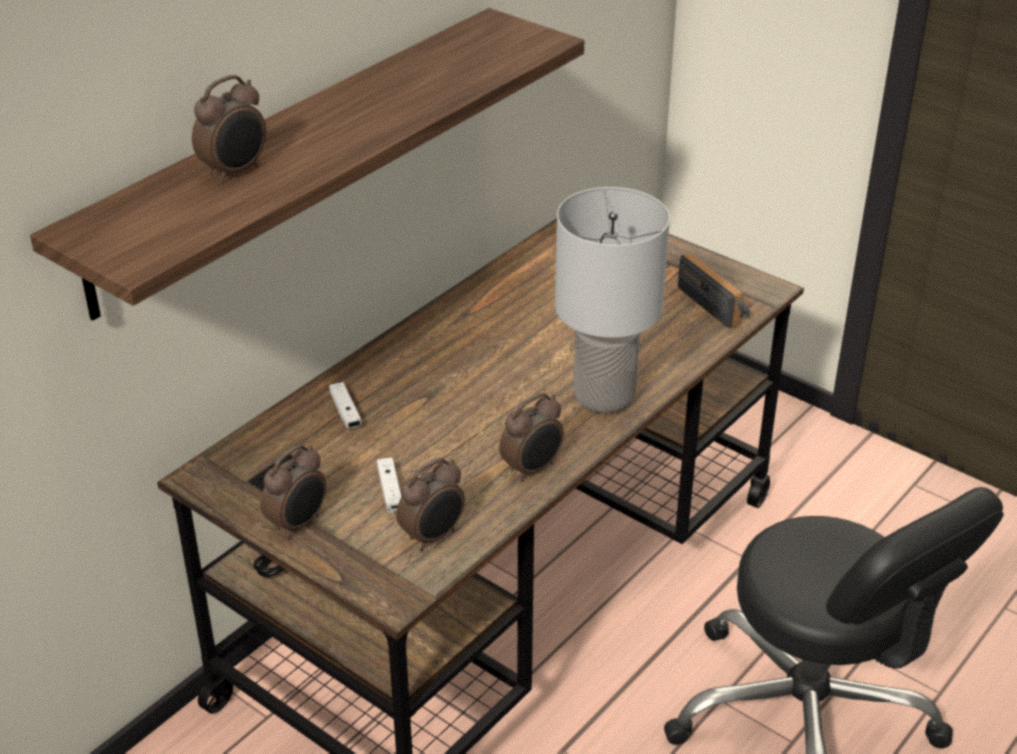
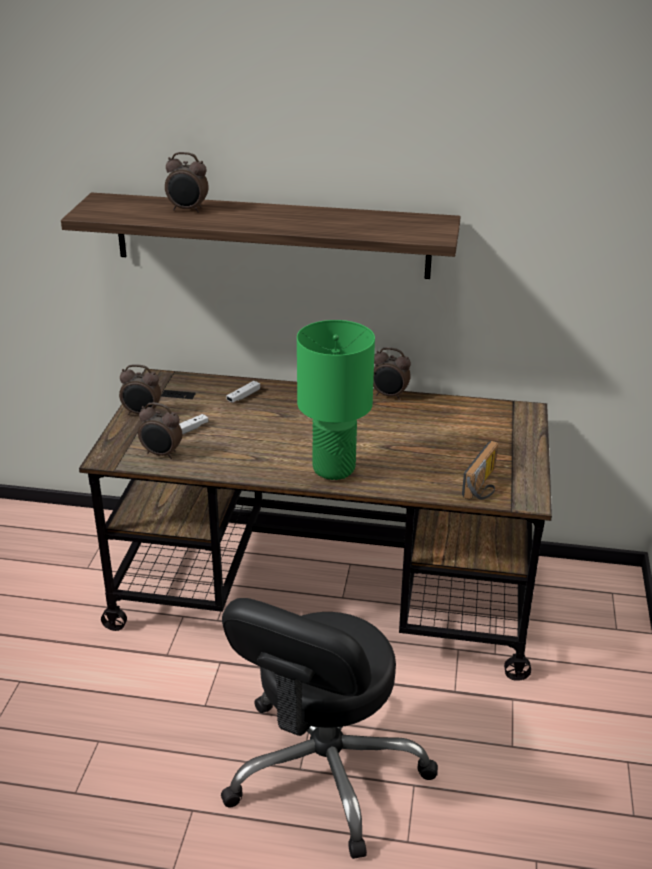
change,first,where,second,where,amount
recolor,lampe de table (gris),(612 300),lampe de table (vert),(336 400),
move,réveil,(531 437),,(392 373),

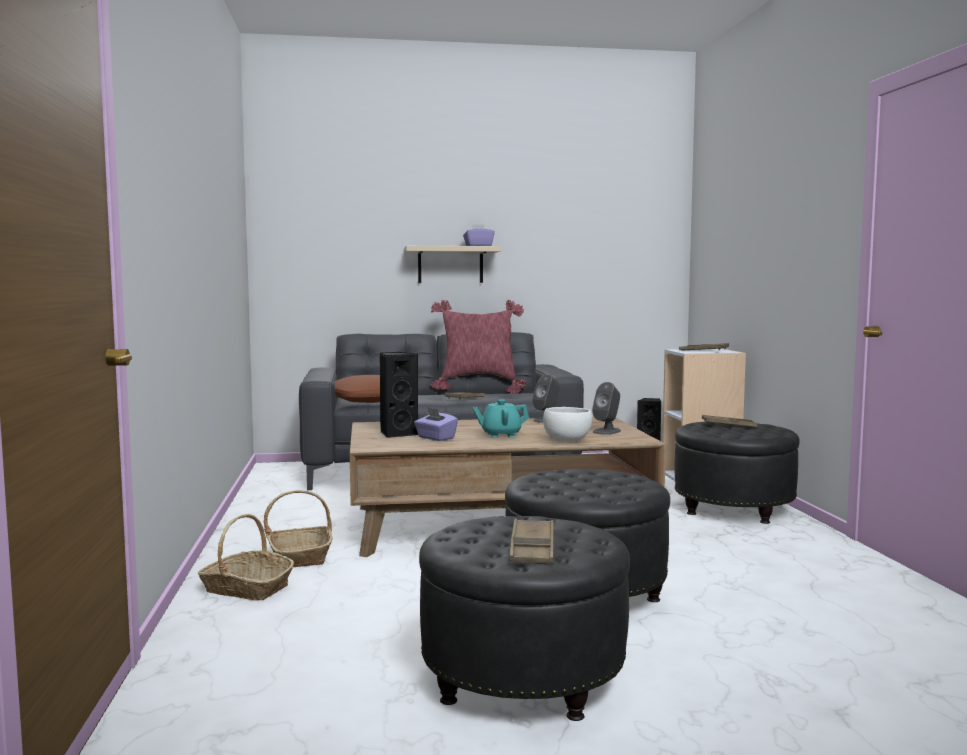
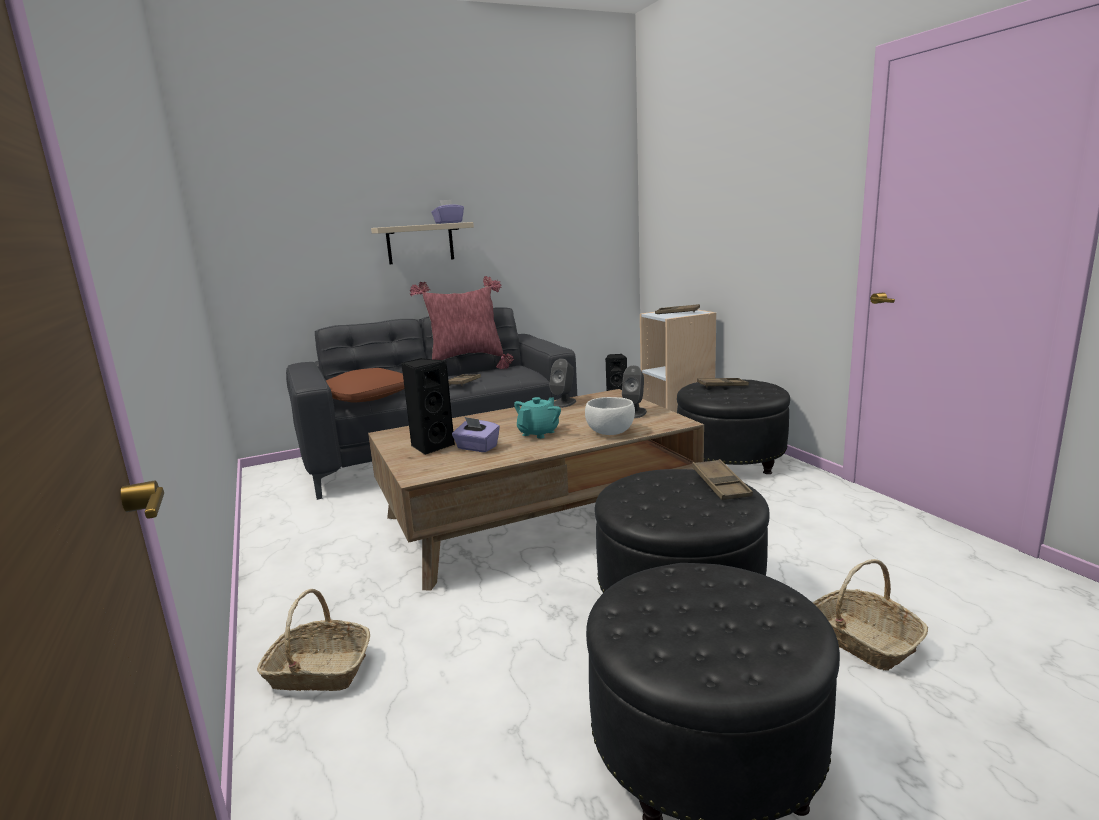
change,first,where,second,where,amount
rotate,théière (turquoise),(500 418),,(537 418),150 degrees clockwise
move,panier,(298 528),,(870 615),
move,plateau (marron),(531 541),,(722 479),

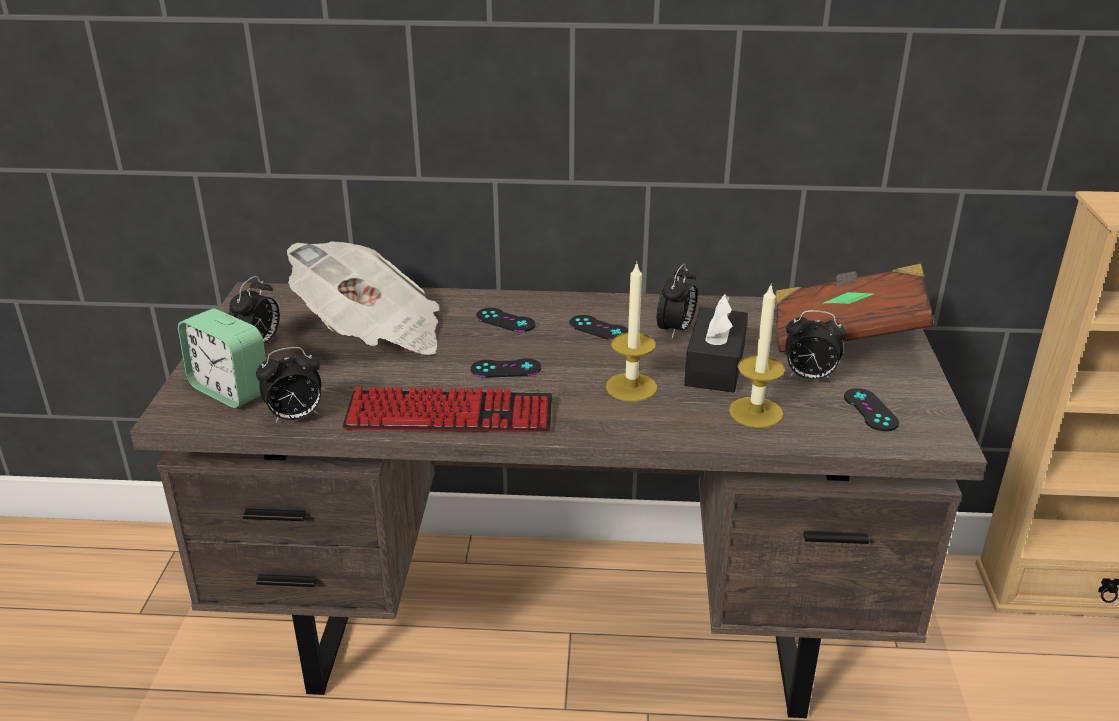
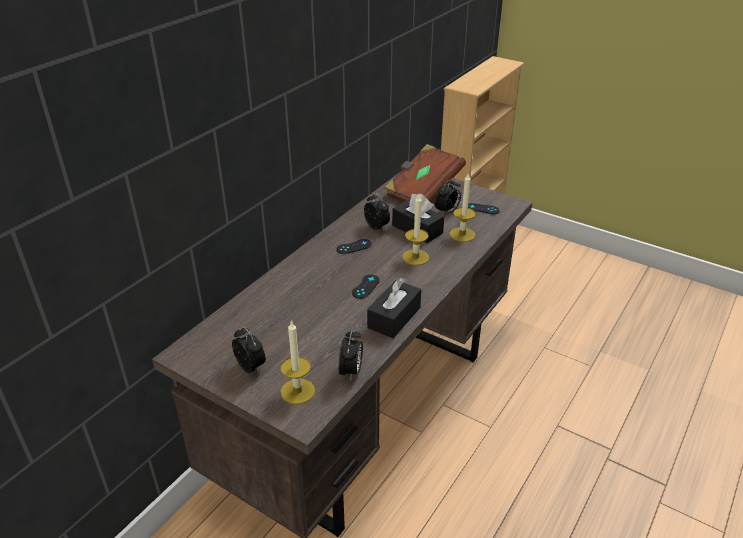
change,first,where,second,where,amount
delete,journal,(363 298),,,
delete,manette (noir),(505 320),,,
replace,réveil,(222 358),bougie,(297 362),
replace,clavier,(447 409),boîte à mouchoirs (noir),(394 308),

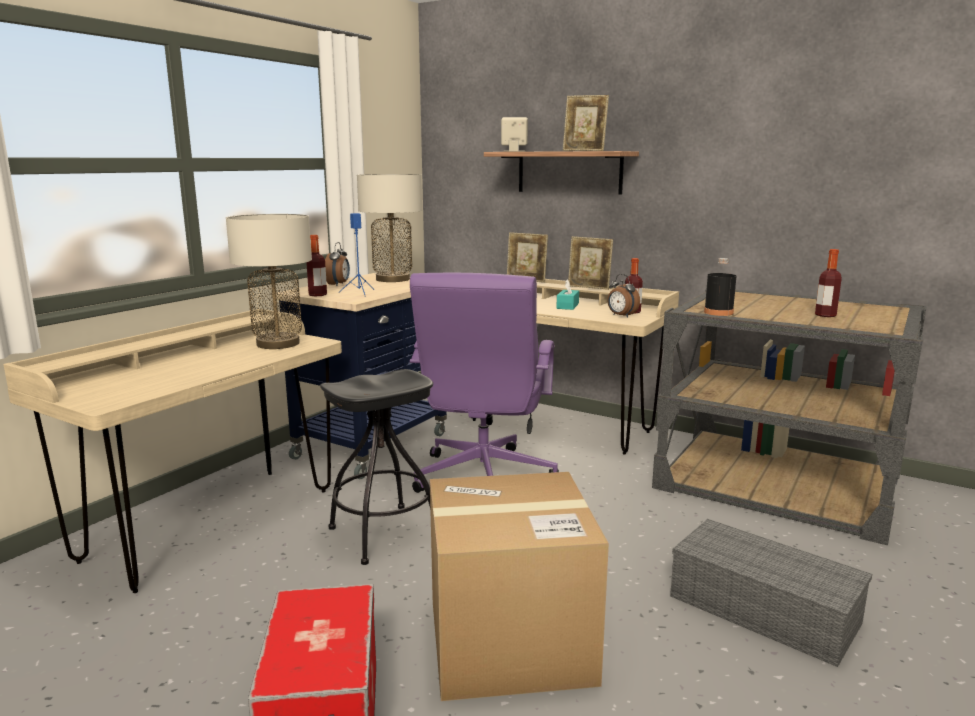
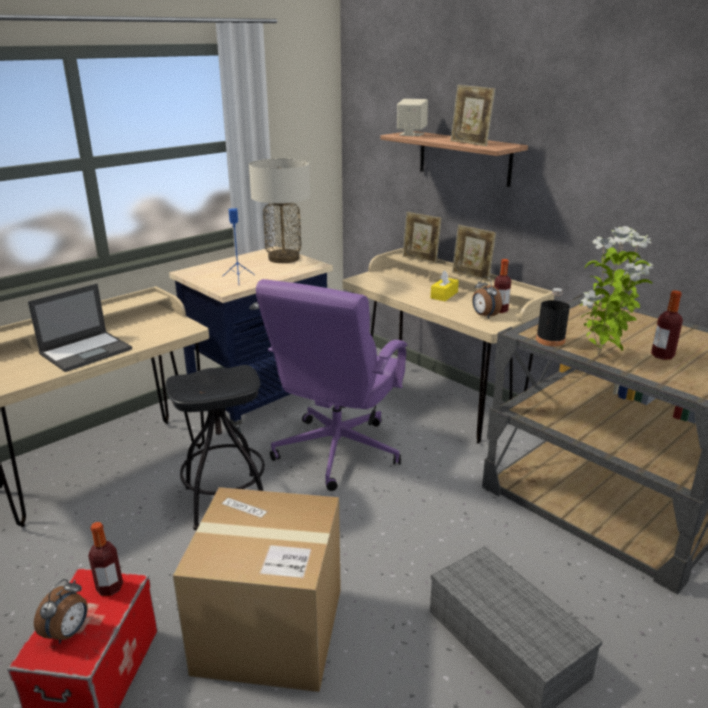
change,first,where,second,where,amount
delete,lampe de table,(269 281),,,
move,bouteille,(316 265),,(105 559),
move,réveil,(337 264),,(61 611),
recolor,boîte à mouchoirs (turquoise),(567 294),boîte à mouchoirs (jaune),(445 285),
insert,,,plante en pot,(616 291),
insert,,,ordinateur portable,(80 328),

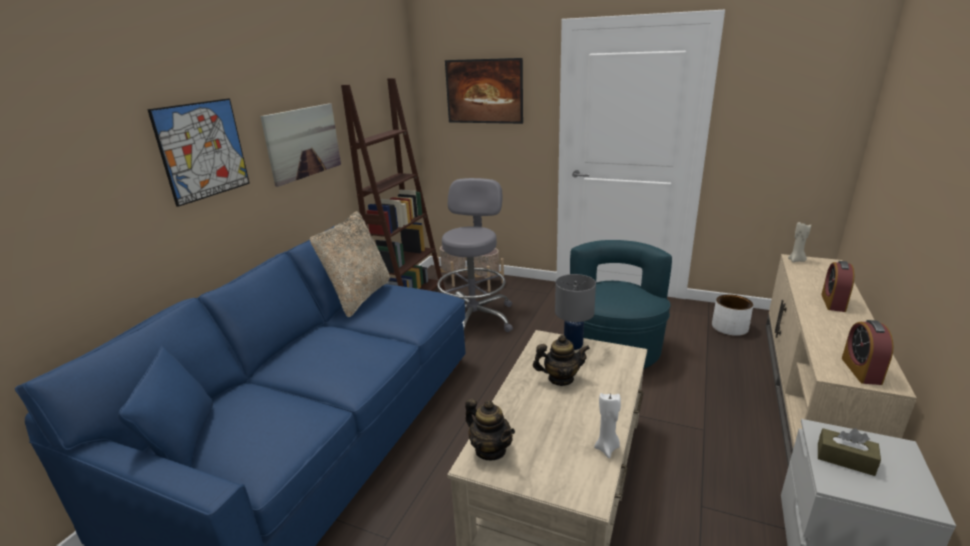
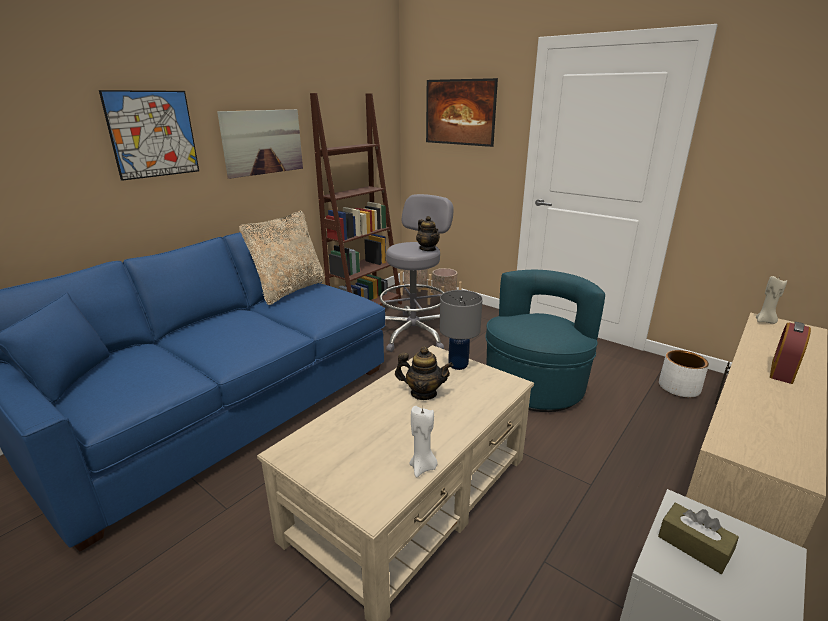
change,first,where,second,where,amount
delete,réveil,(868 352),,,
move,théière,(490 429),,(428 233),

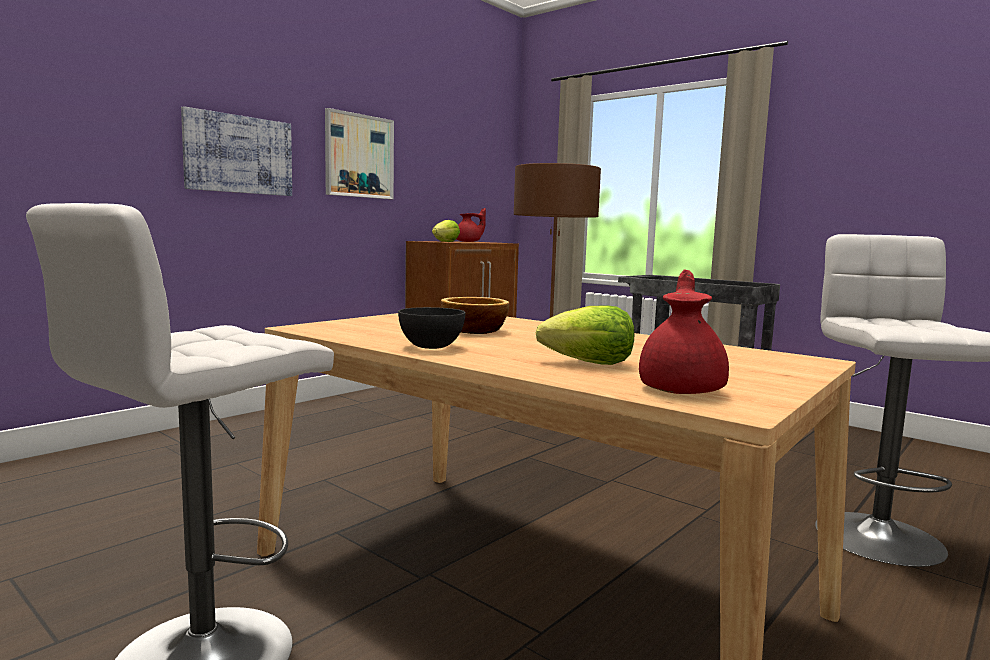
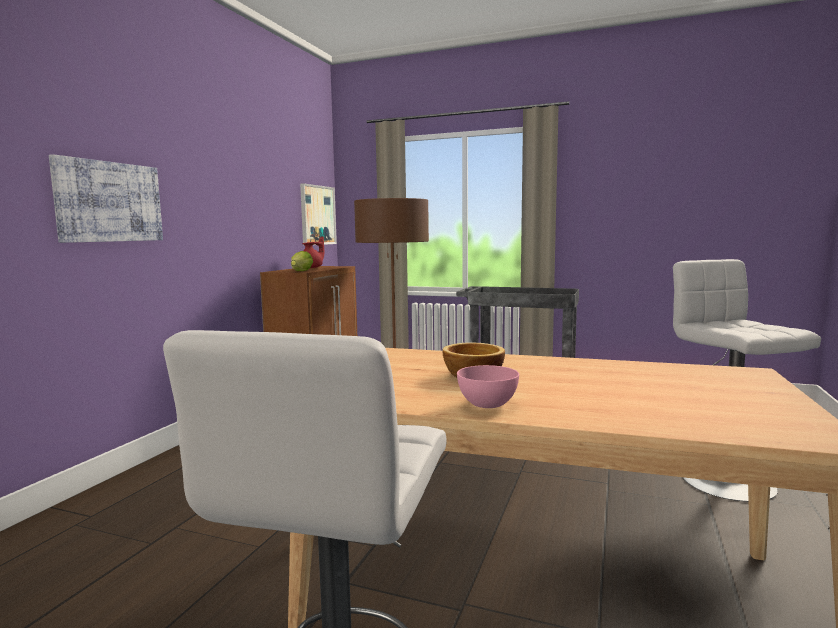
change,first,where,second,where,amount
move,tableau,(359 153),,(318 214),
delete,théière (rouge),(684 331),,,
delete,laitue,(585 335),,,
recolor,bol (gris),(432 328),bol (rose),(488 386),

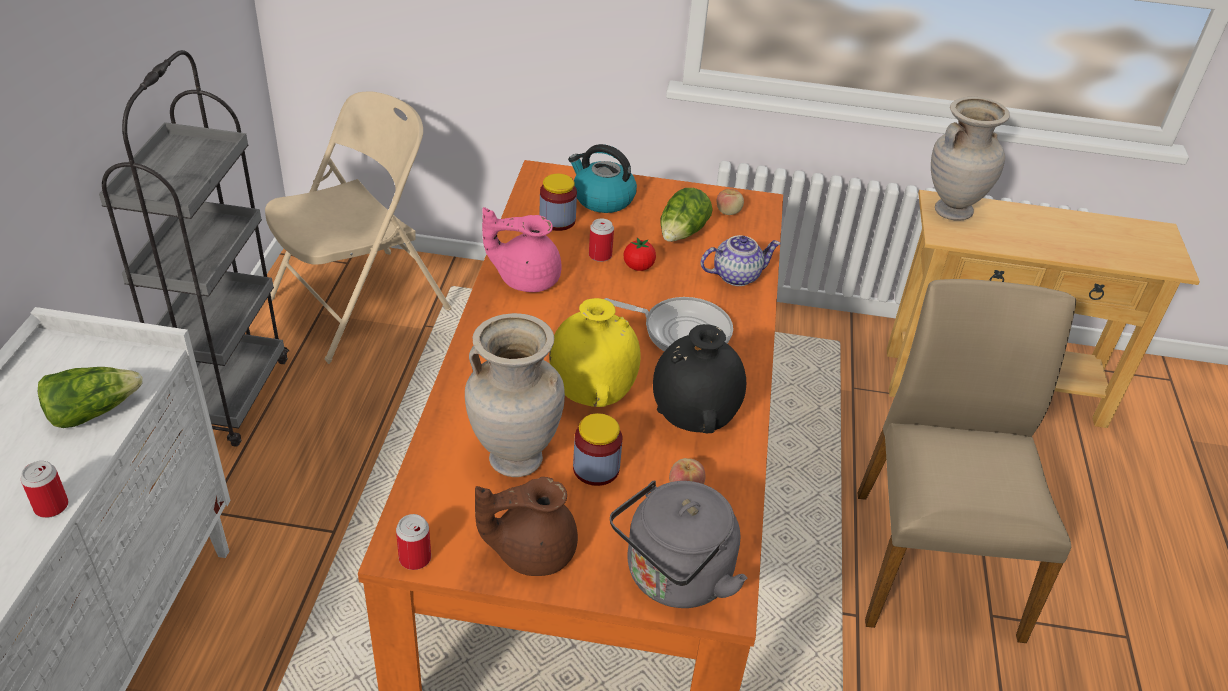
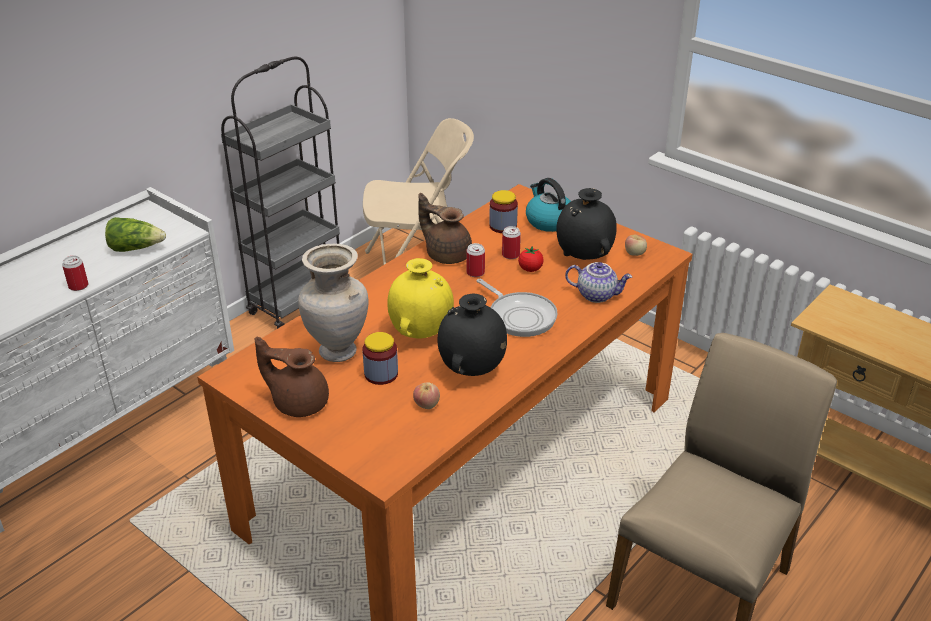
change,first,where,second,where,amount
delete,vase (beige),(970 159),,,
replace,laitue,(686 215),vase (noir),(586 224),
recolor,théière (rose),(521 249),théière (marron),(445 228),
delete,bouilloire (gris),(678 544),,,
move,boîte métallique,(413 542),,(475 260),

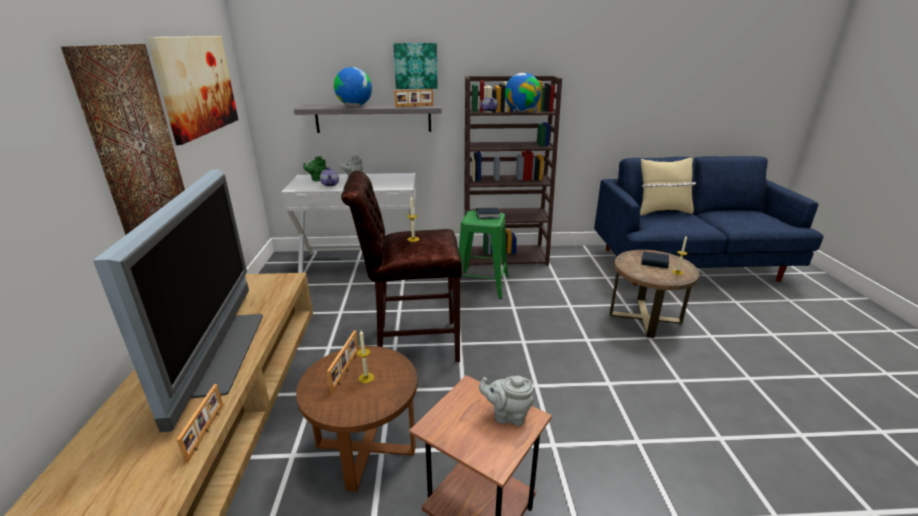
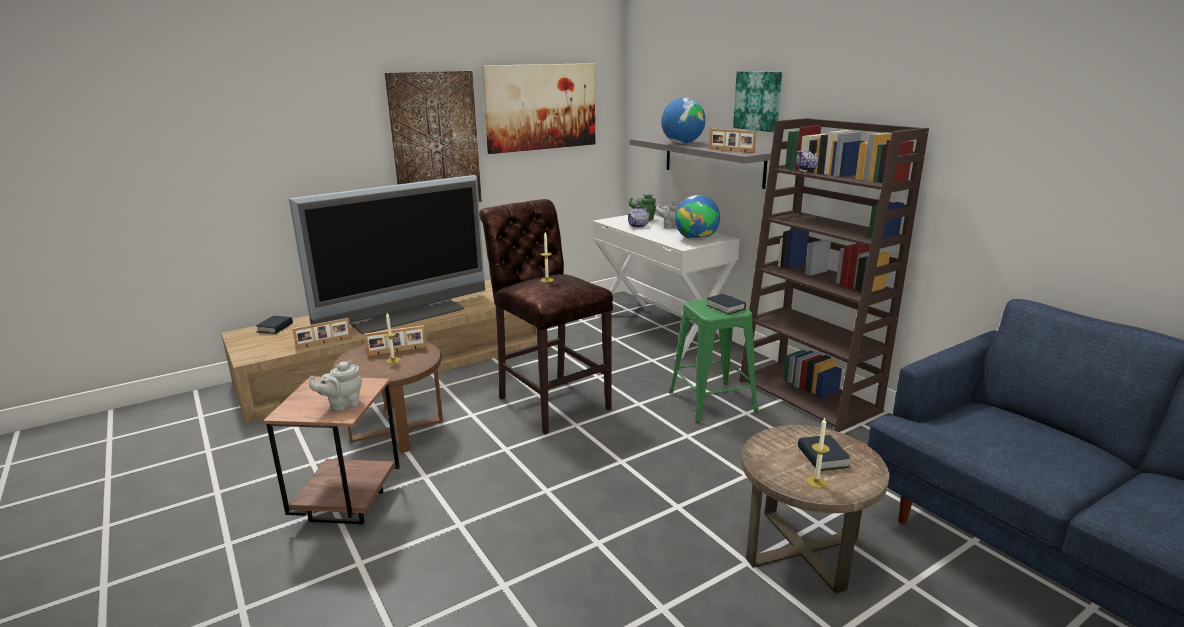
change,first,where,second,where,amount
move,globe,(523 92),,(697 218),
delete,coussin (beige),(668 187),,,
rotate,théière (gris),(506 401),,(335 386),105 degrees counterclockwise
insert,,,livre,(274 325),

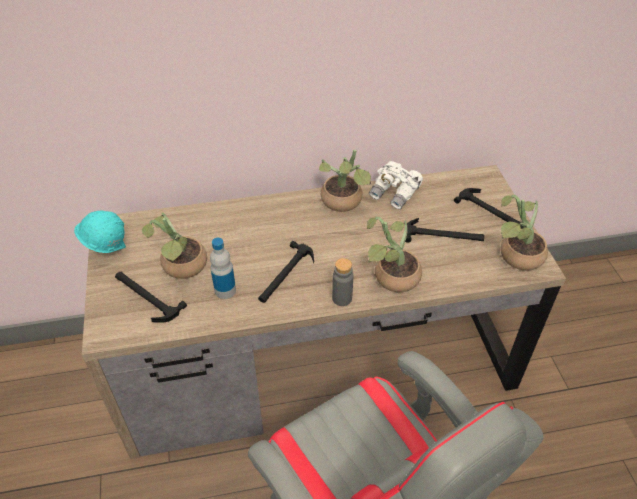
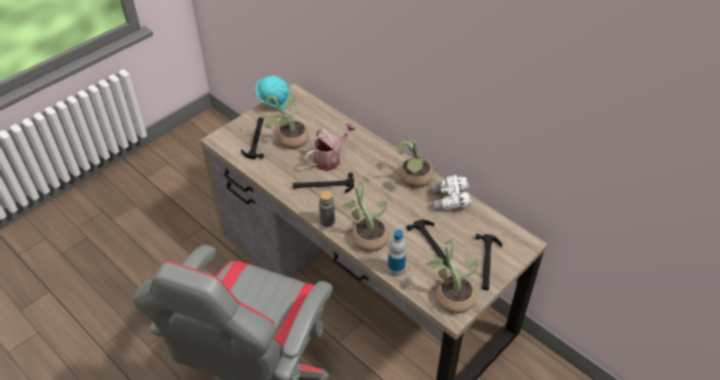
change,first,where,second,where,amount
move,bouteille,(223 268),,(397 253),
insert,,,arrosoir,(330 147),

